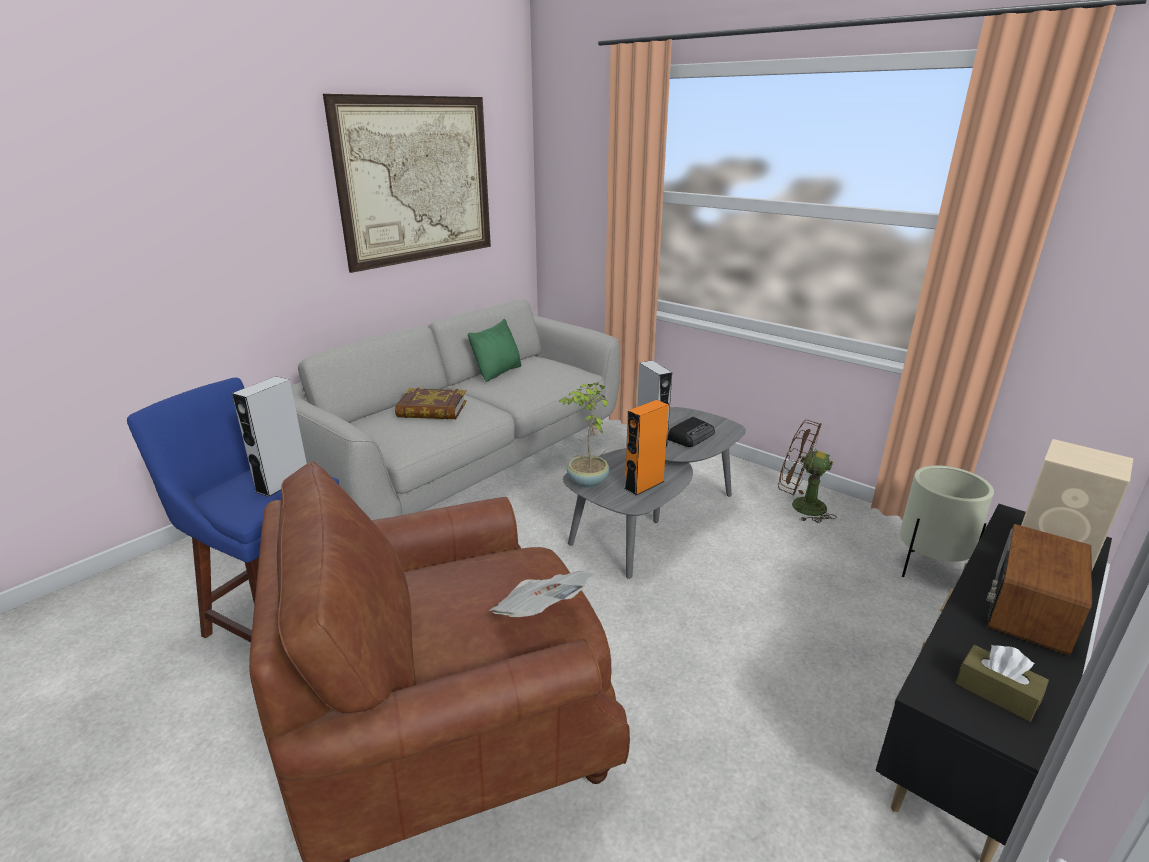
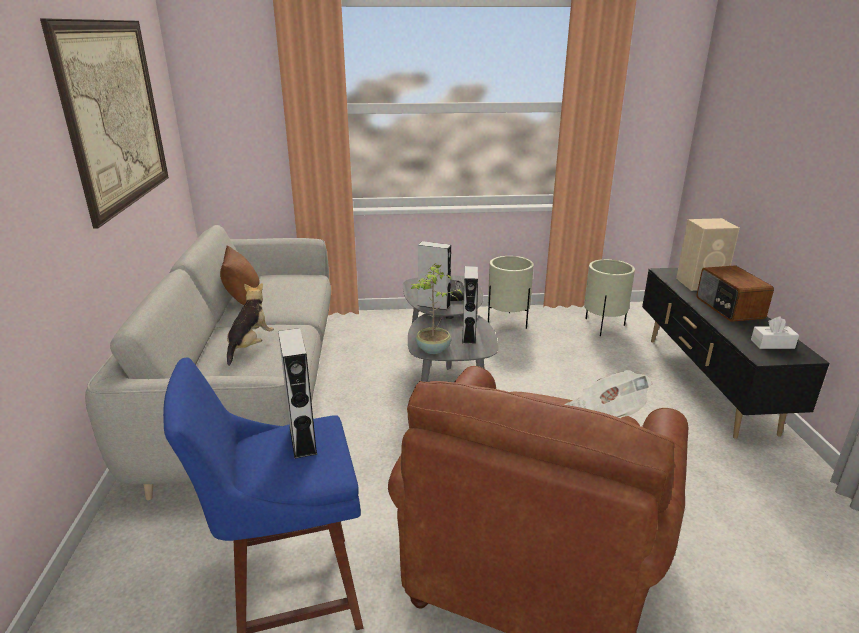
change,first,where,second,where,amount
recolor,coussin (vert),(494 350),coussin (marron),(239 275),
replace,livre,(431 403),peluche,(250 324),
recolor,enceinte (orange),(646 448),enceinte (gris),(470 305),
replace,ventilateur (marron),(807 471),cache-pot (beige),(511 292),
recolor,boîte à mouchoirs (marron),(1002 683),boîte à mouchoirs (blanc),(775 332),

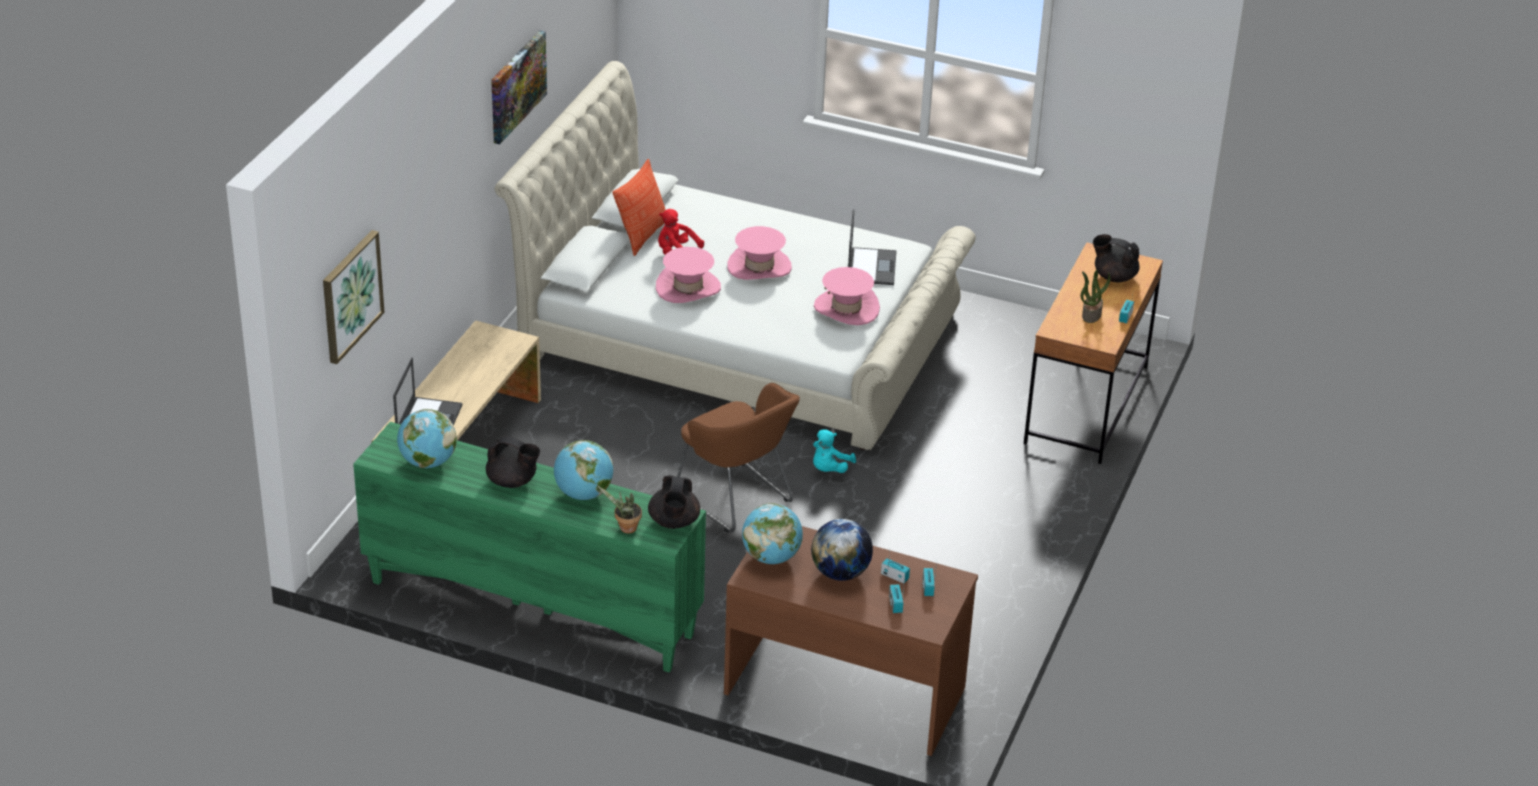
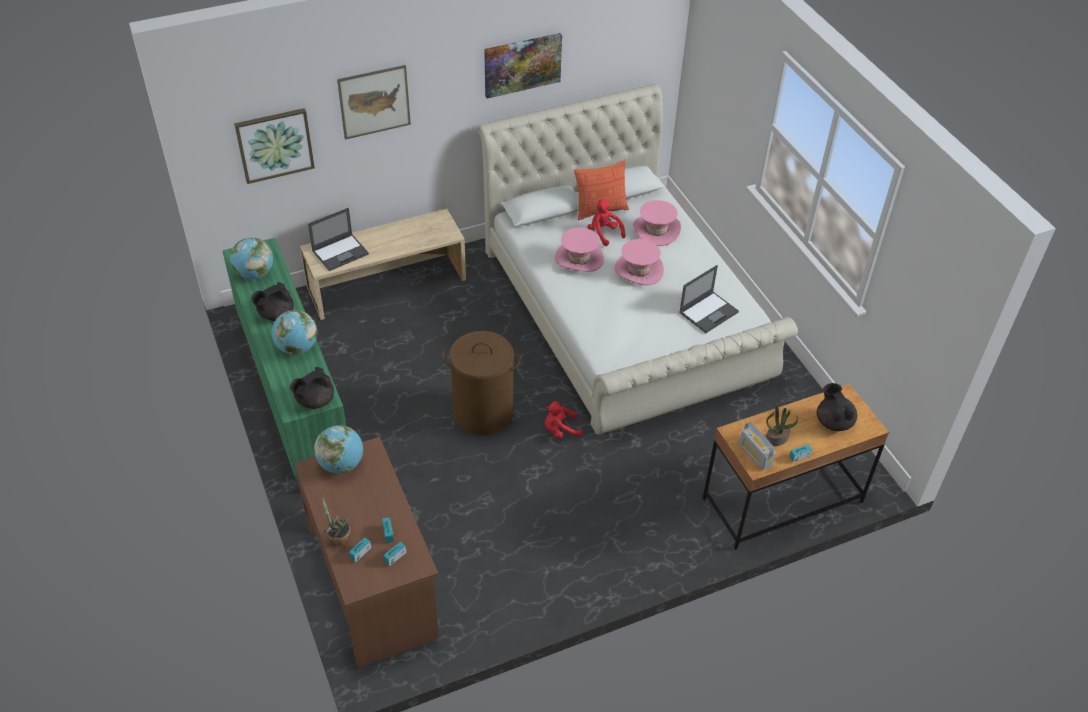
change,first,where,second,where,amount
move,chapeau (rose),(847 296),,(657 223),
replace,fauteuil (marron),(738 458),panier à linge (marron),(481 383),
recolor,peluche (turquoise),(834 451),peluche (rouge),(564 420),
rotate,théière (noir),(513 462),,(272 301),75 degrees clockwise
move,plante en pot,(619 509),,(336 522),
delete,globe,(842 550),,,
insert,,,tableau,(374 102),
insert,,,radio,(757 446),

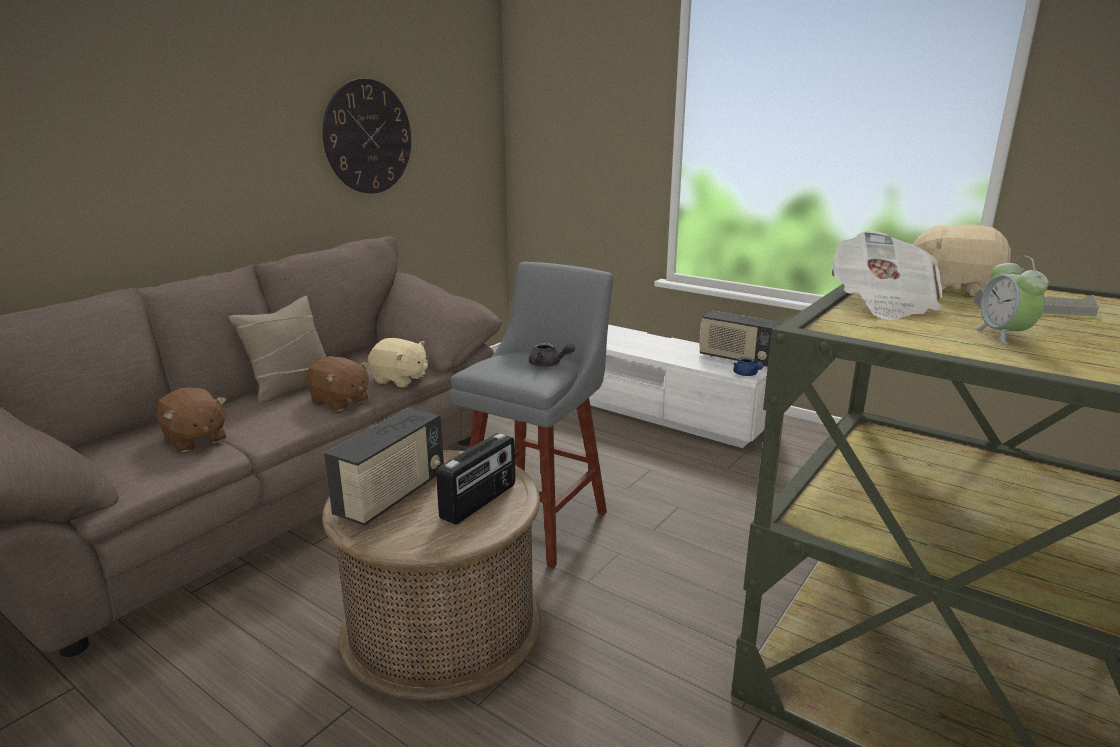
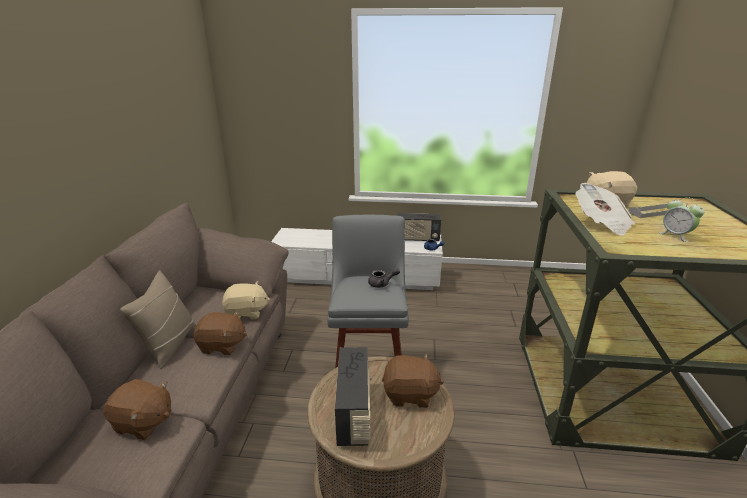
change,first,where,second,where,amount
delete,horloge murale,(366 136),,,
replace,radio,(475 479),peluche (marron),(413 381),

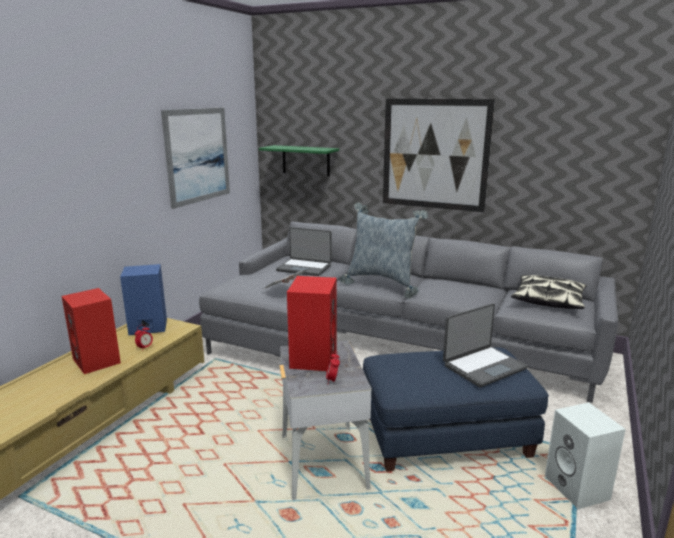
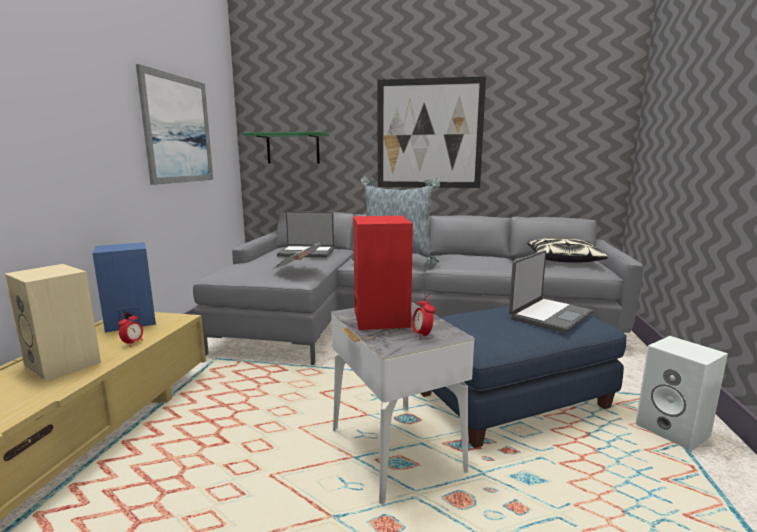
change,first,where,second,where,amount
recolor,enceinte (rouge),(91 331),enceinte (beige),(53 323),

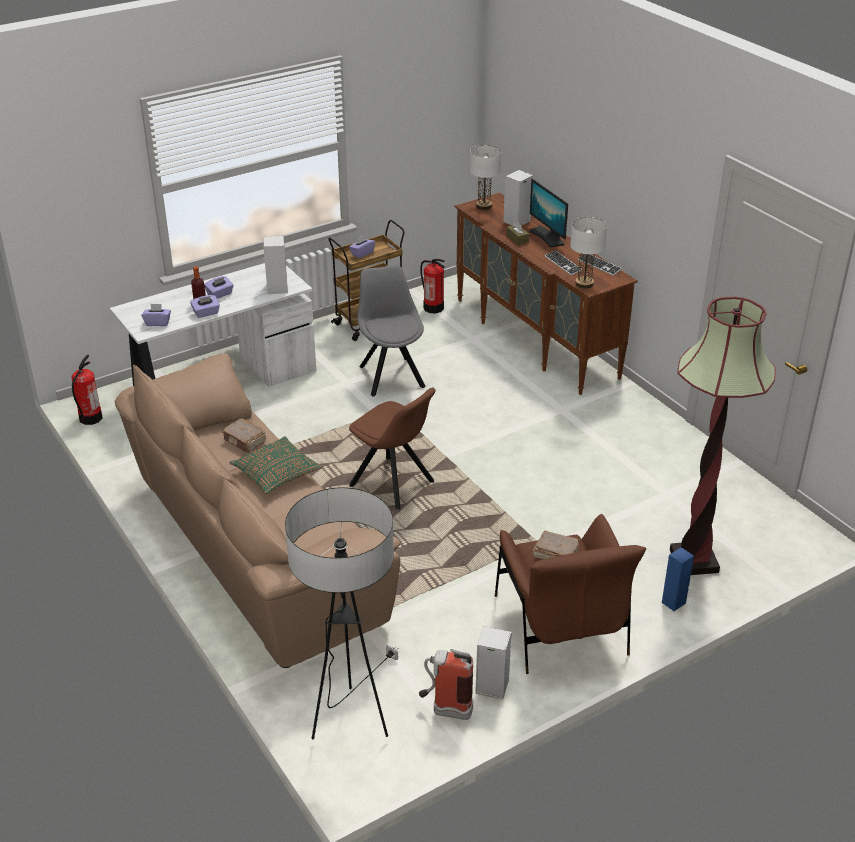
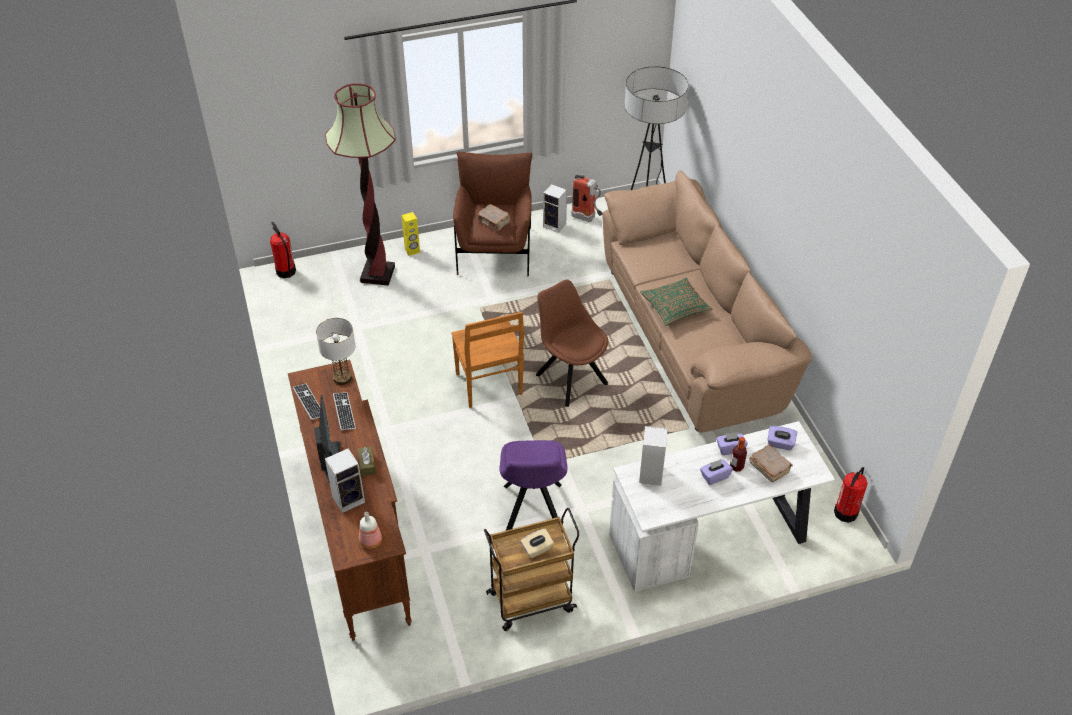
change,first,where,second,where,amount
replace,lampe de table,(485 177),bouteille,(370 530),
recolor,boîte à mouchoirs (violet),(362 246),boîte à mouchoirs (beige),(537 543),
move,extincteur,(432 286),,(283 250),
recolor,chaise (gris),(391 330),chaise (violet),(533 485),
move,livre (marron),(244 435),,(771 463),
recolor,enceinte (bleu),(678 579),enceinte (jaune),(410 234),
insert,,,chaise (marron),(487 360),

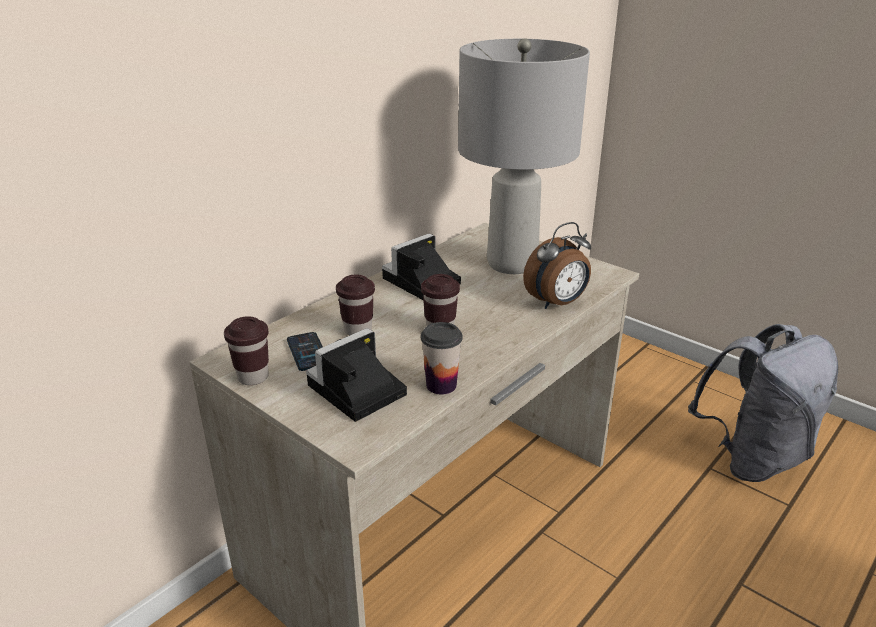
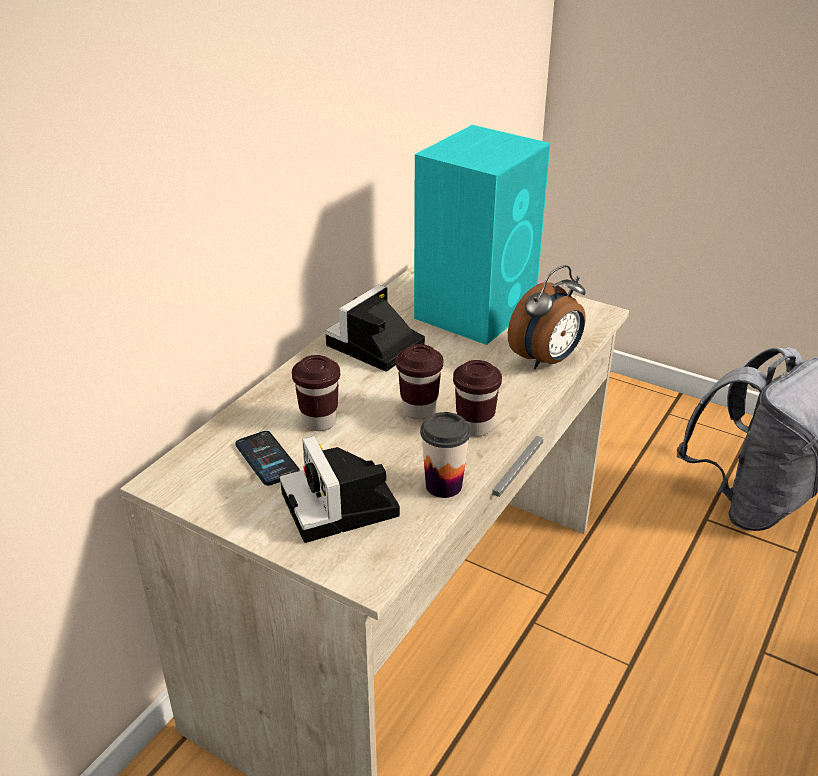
change,first,where,second,where,amount
replace,lampe de table (gris),(524 156),enceinte (turquoise),(482 235),
move,tasse (marron),(246 350),,(477 398),
rotate,appareil photo,(356 375),,(340 489),60 degrees counterclockwise

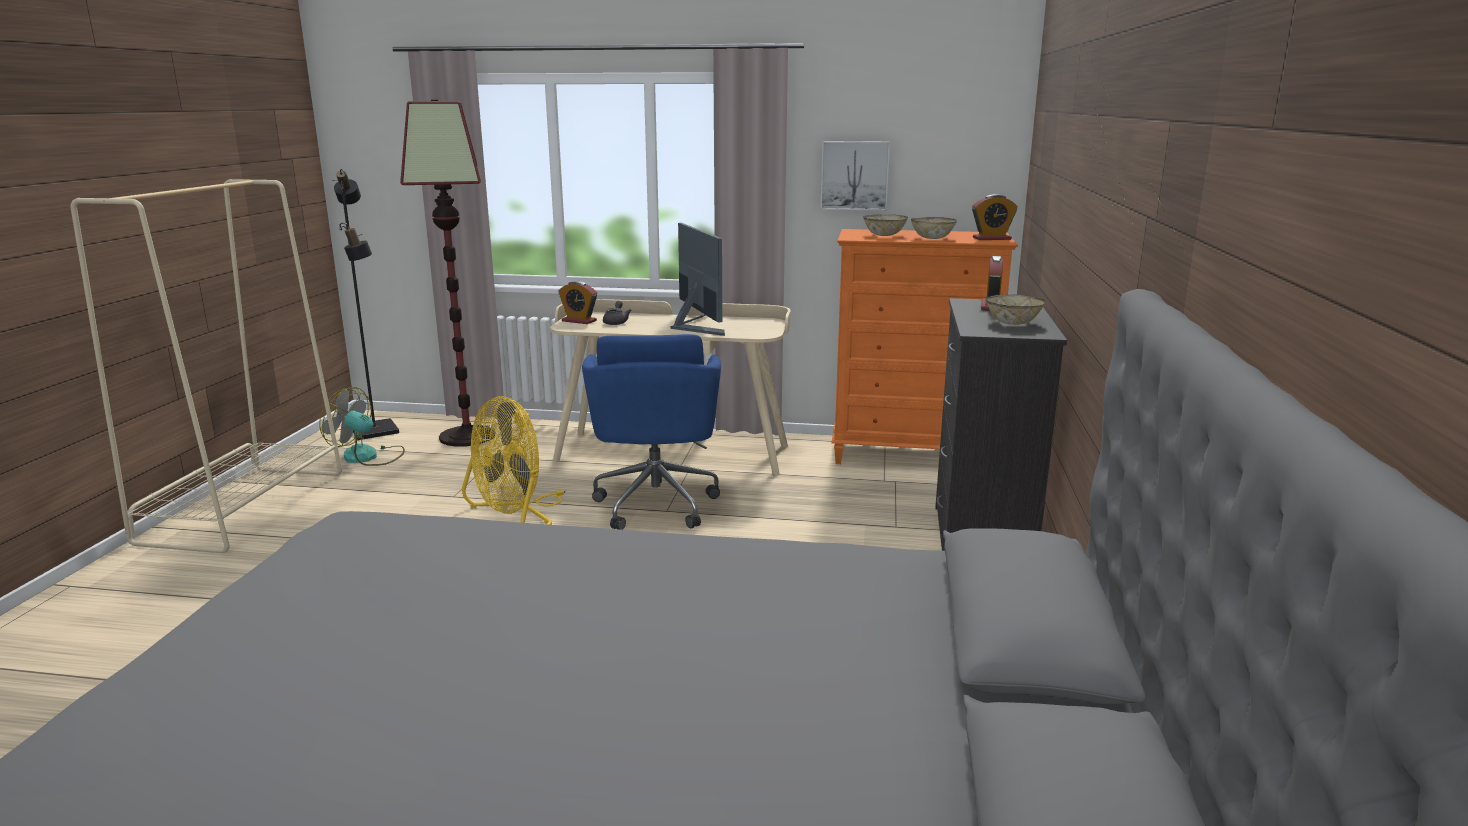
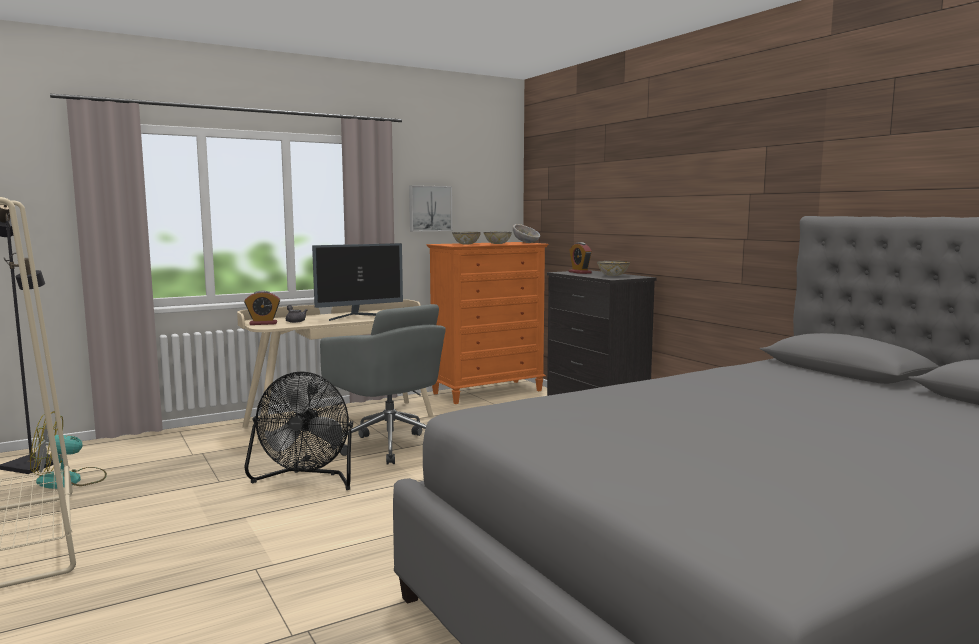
change,first,where,second,where,amount
delete,lampadaire,(448 273),,,
replace,réveil,(995 217),bol,(526 233),
rotate,écran d'ordinateur,(697 279),,(357 282),120 degrees clockwise
recolor,chaise de bureau (bleu),(651 432),chaise de bureau (gris),(383 384),
recolor,ventilateur (jaune),(514 460),ventilateur (noir),(299 431),

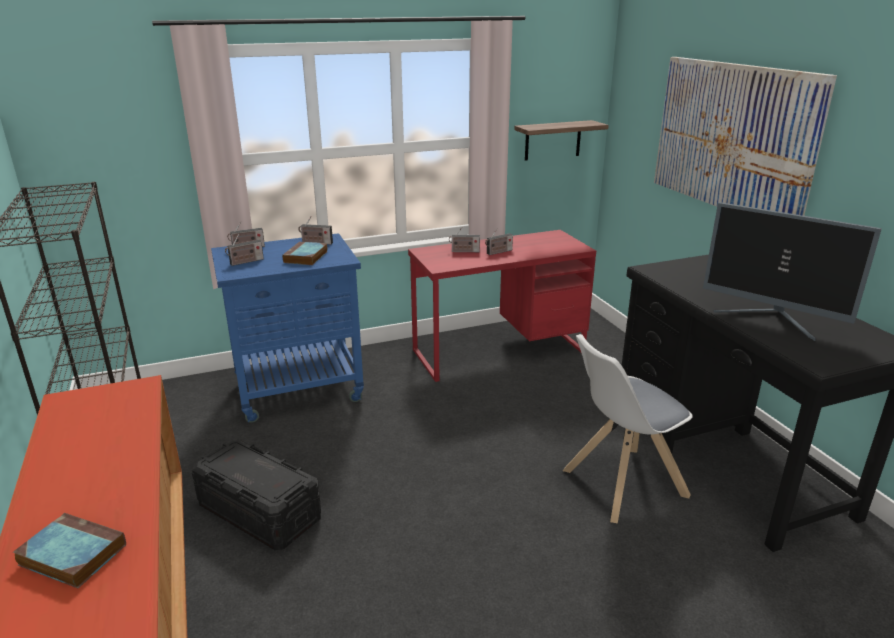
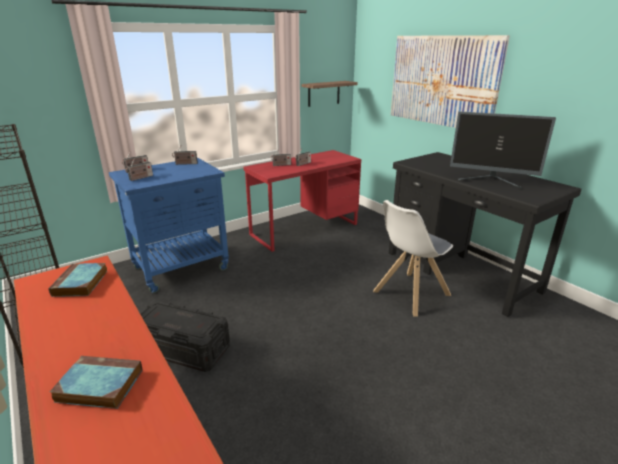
change,first,where,second,where,amount
move,livre,(305 253),,(77 280),

